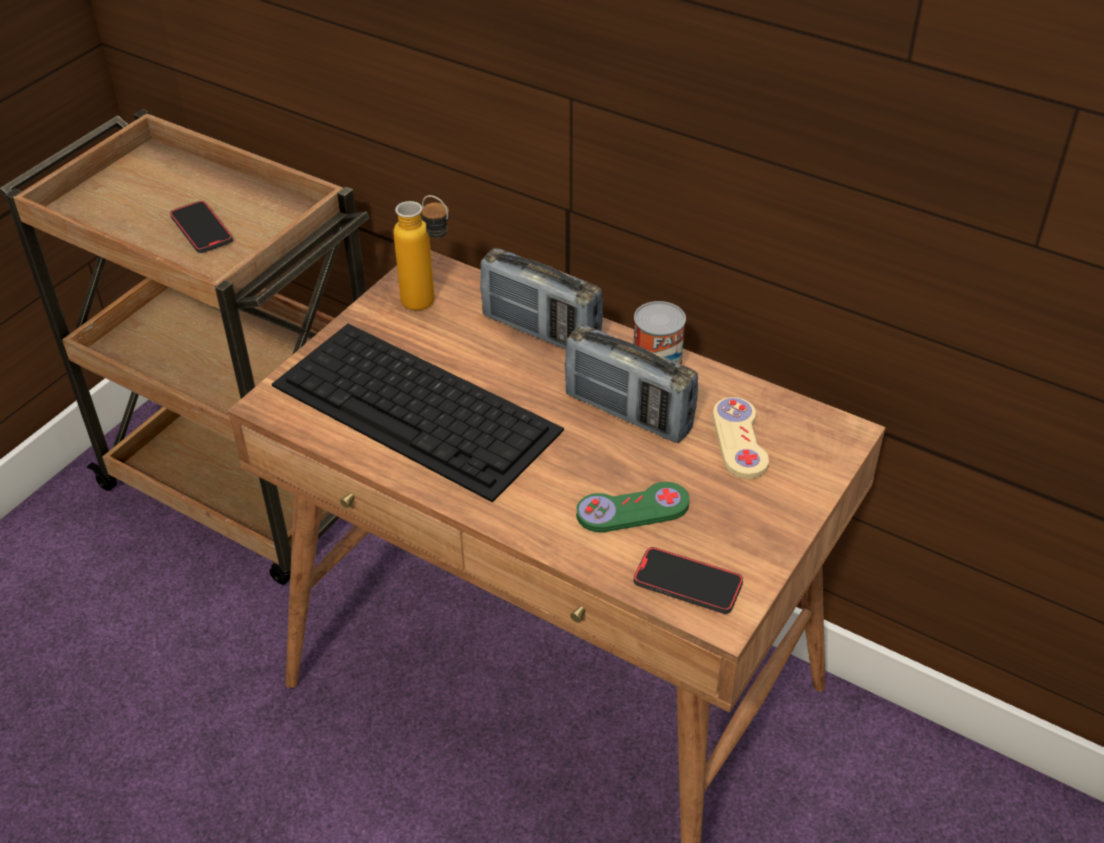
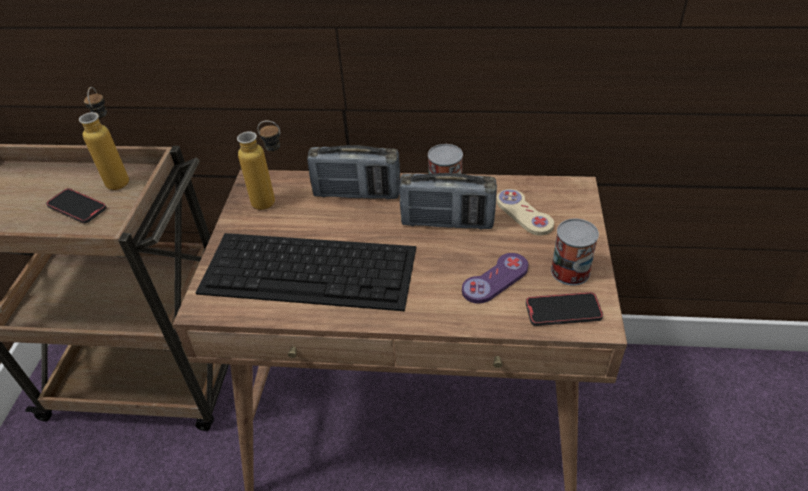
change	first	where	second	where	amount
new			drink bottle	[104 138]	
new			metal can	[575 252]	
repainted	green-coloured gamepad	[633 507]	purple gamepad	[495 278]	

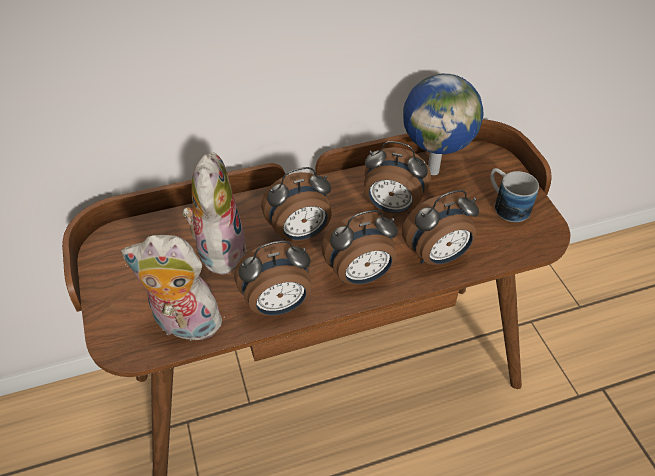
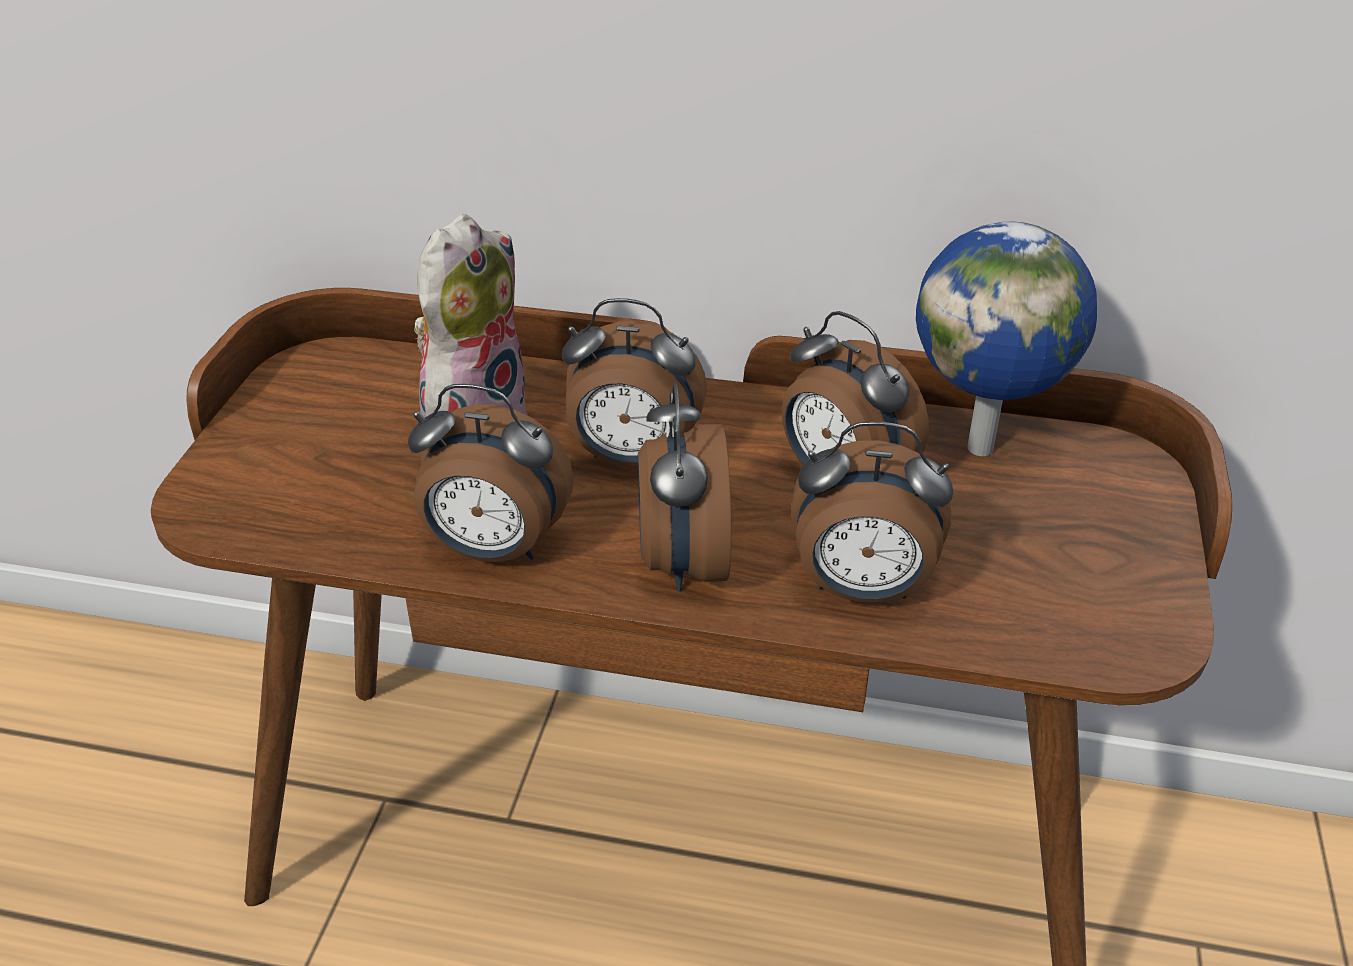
change	first	where	second	where	amount
gone	plush toy	[171 288]			
gone	coffee mug	[514 195]			
rotated	bedside clock	[359 247]		[685 487]	75 degrees clockwise

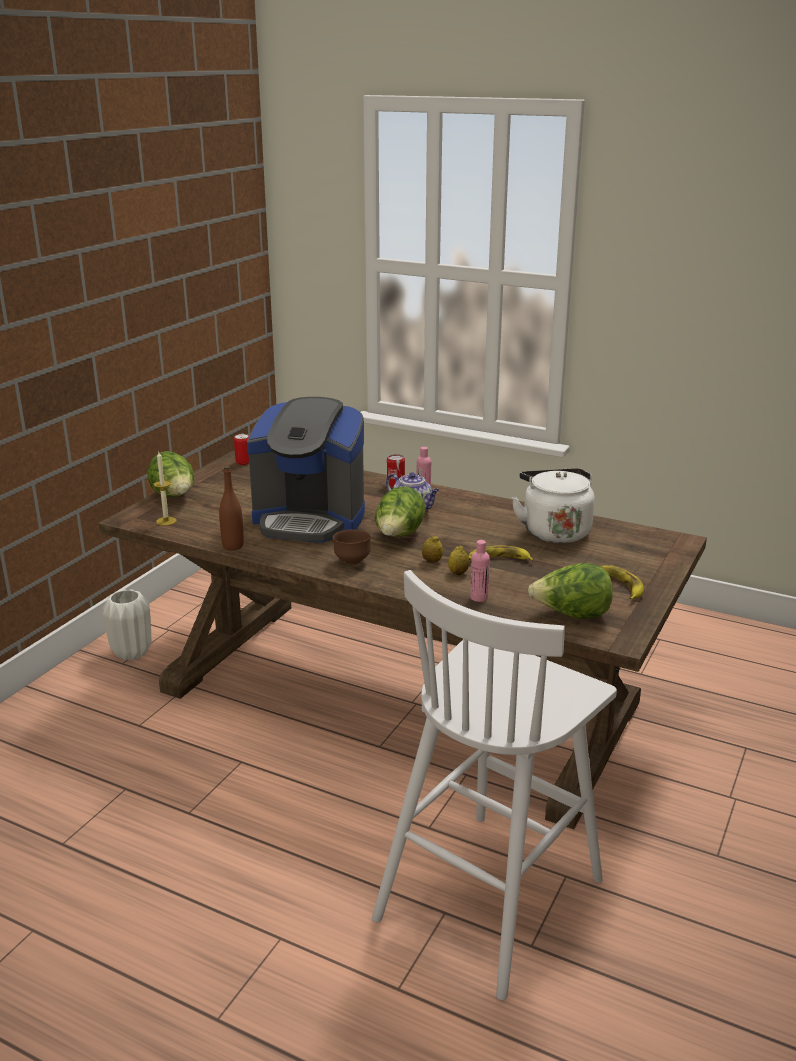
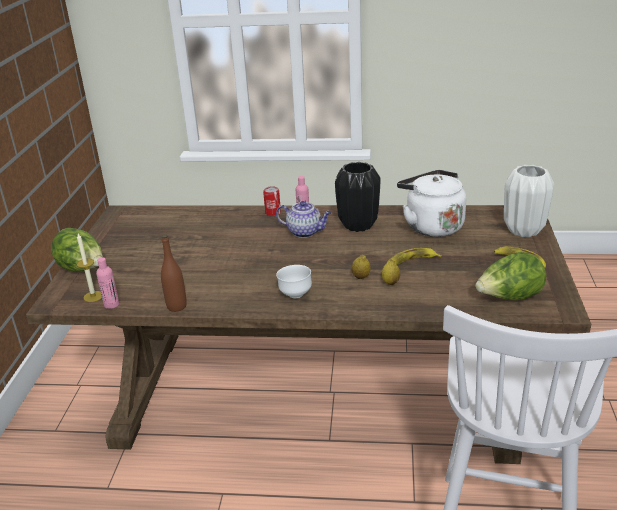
change	first	where	second	where	amount
gone	metal can	[241 449]			
gone	coffee machine	[306 470]			
gone	head of lettuce	[400 511]			
new			black decorative vase	[357 197]	
shifted	white decorative vase	[127 624]		[529 201]	
shifted	pink drink bottle	[480 571]		[107 283]	
repainted	brownish bowl	[352 547]	white bowl	[294 281]	

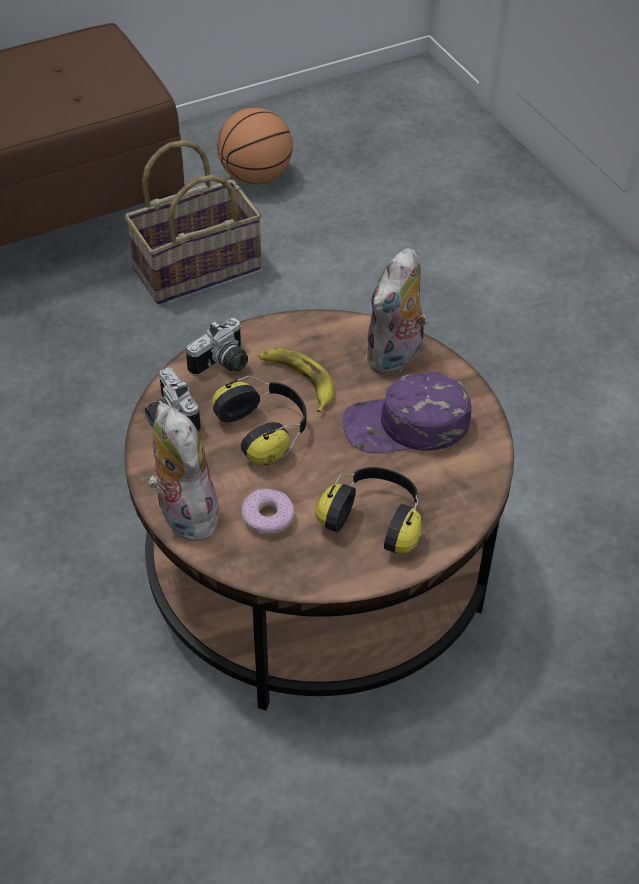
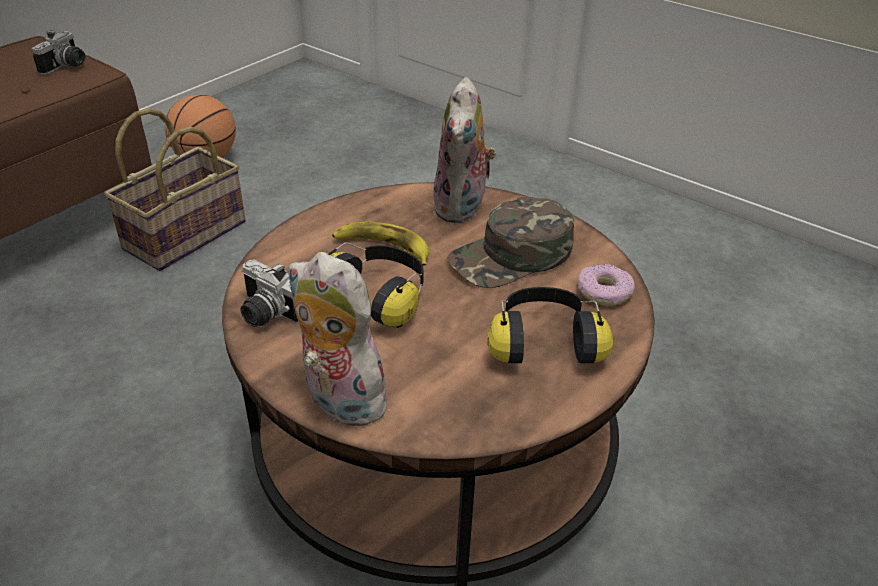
change	first	where	second	where	amount
shifted	still camera	[217 347]		[58 52]	
shifted	doughnut	[268 512]		[606 285]	
repainted	purple peaked cap	[406 412]	green-coloured peaked cap	[510 242]	

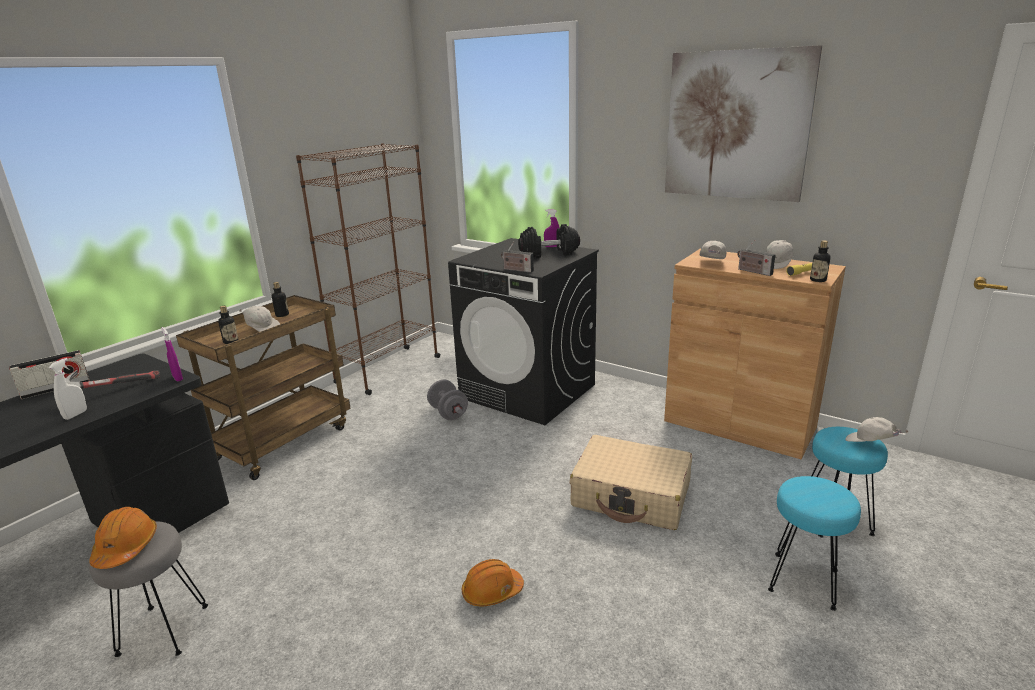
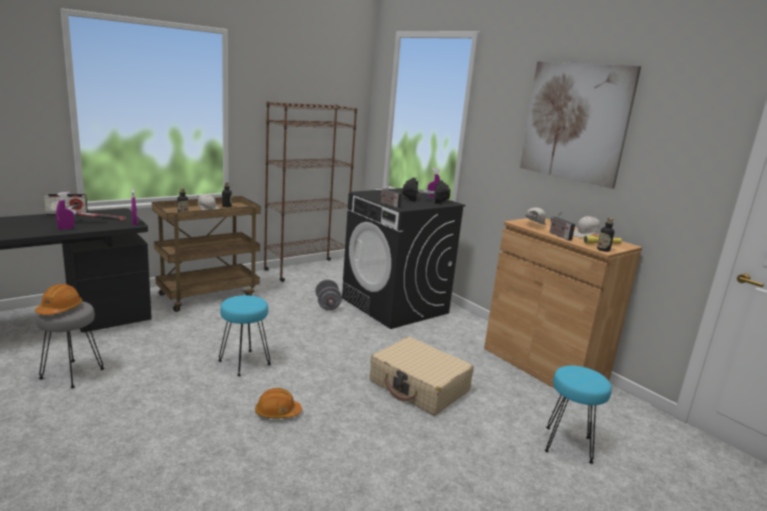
change	first	where	second	where	amount
gone	white peaked cap	[876 429]			
shifted	turquoise-coloured stool seat	[814 543]		[244 335]	
repainted	white sprayer	[68 389]	purple sprayer	[65 211]	

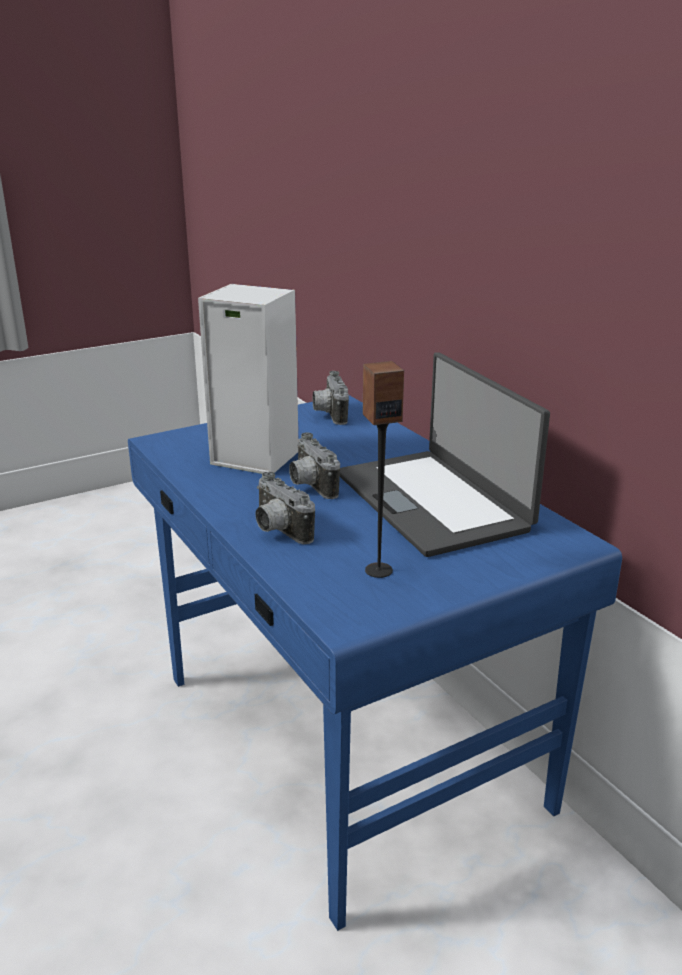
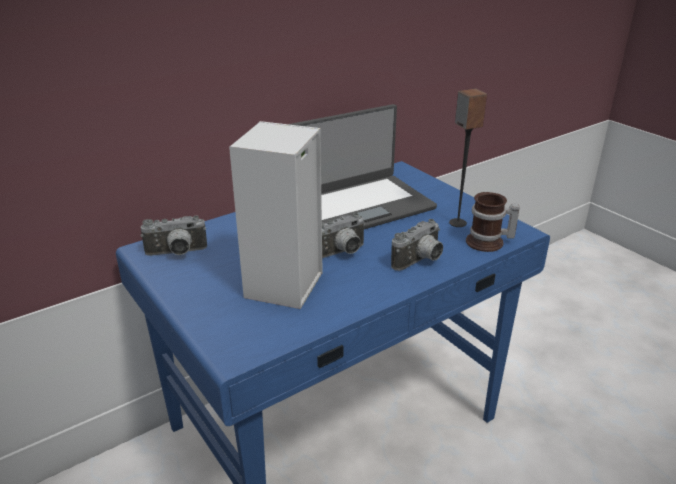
change	first	where	second	where	amount
new			coffee mug	[493 222]	

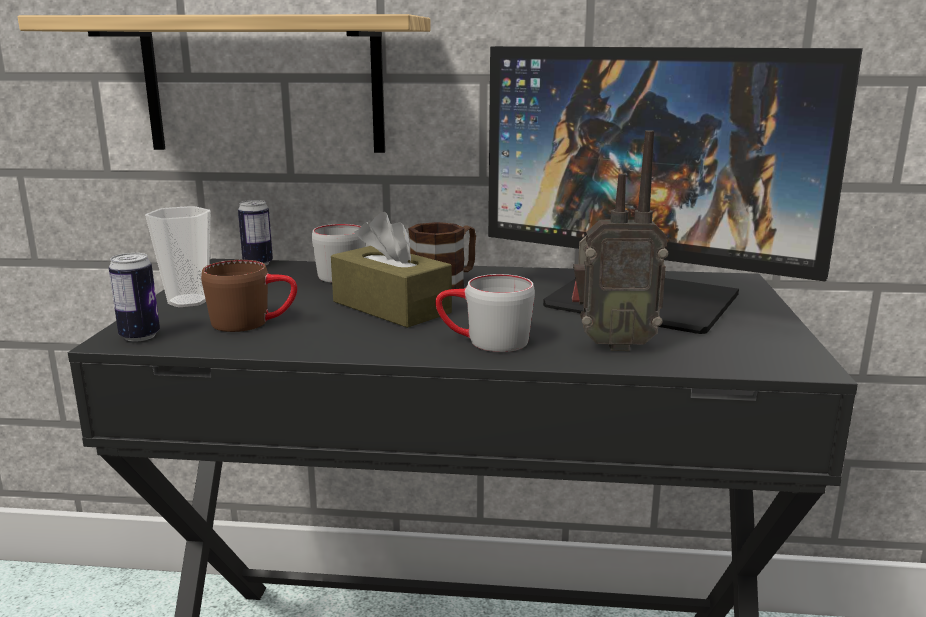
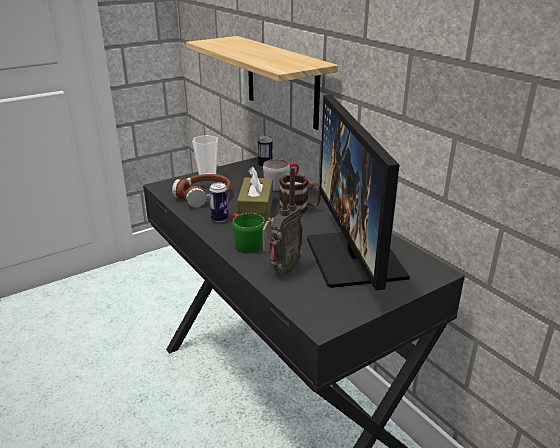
change	first	where	second	where	amount
shifted	metal can	[134 297]		[219 202]	
swapped	brownish coffee mug	[249 296]	brownish headset	[201 191]	
repainted	gray coffee mug	[485 313]	green-coloured coffee mug	[248 233]	
rotated	radio receiver	[620 240]		[282 220]	105 degrees counterclockwise

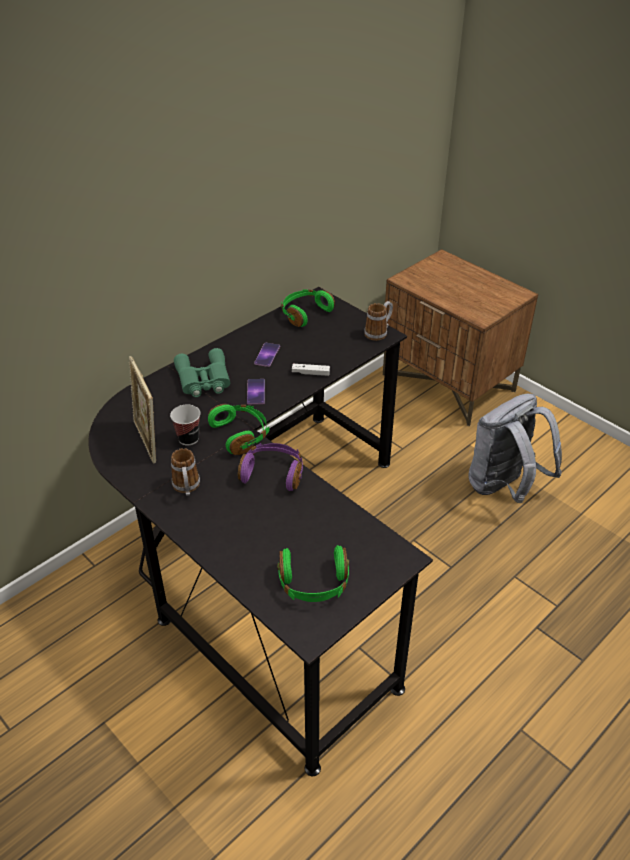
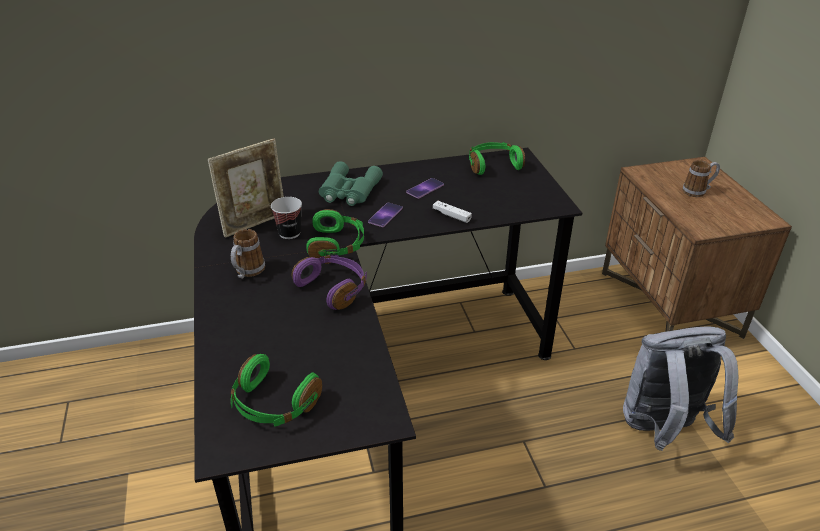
change	first	where	second	where	amount
shifted	coffee mug	[378 321]		[701 178]	
rotated	picture frame	[142 409]		[246 188]	135 degrees counterclockwise

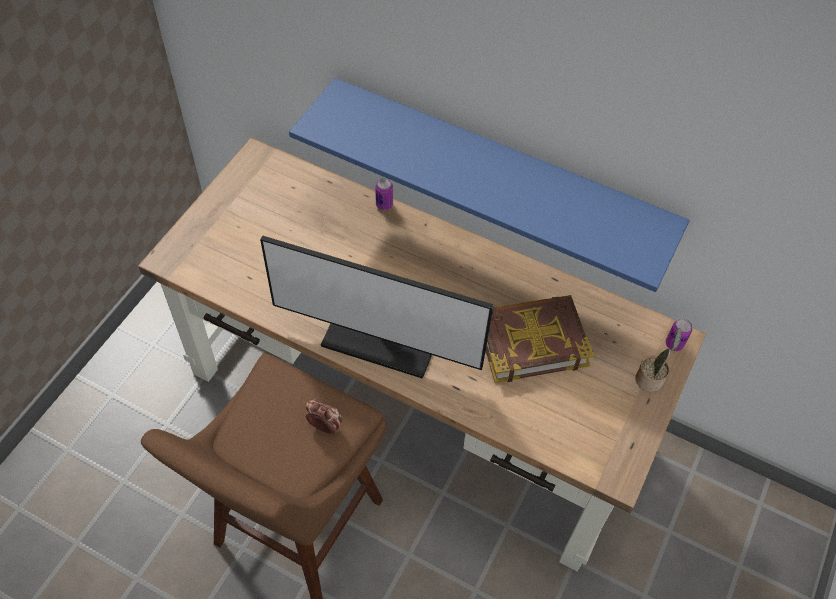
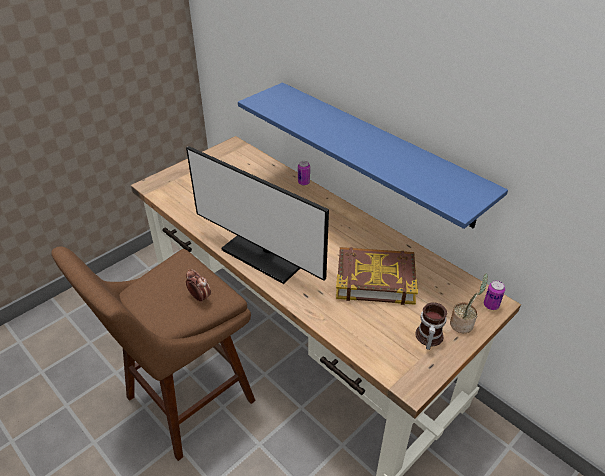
change	first	where	second	where	amount
new			coffee mug	[431 326]	

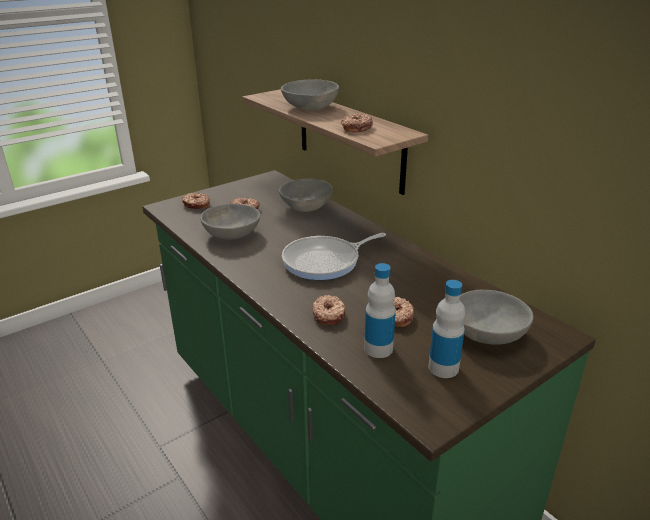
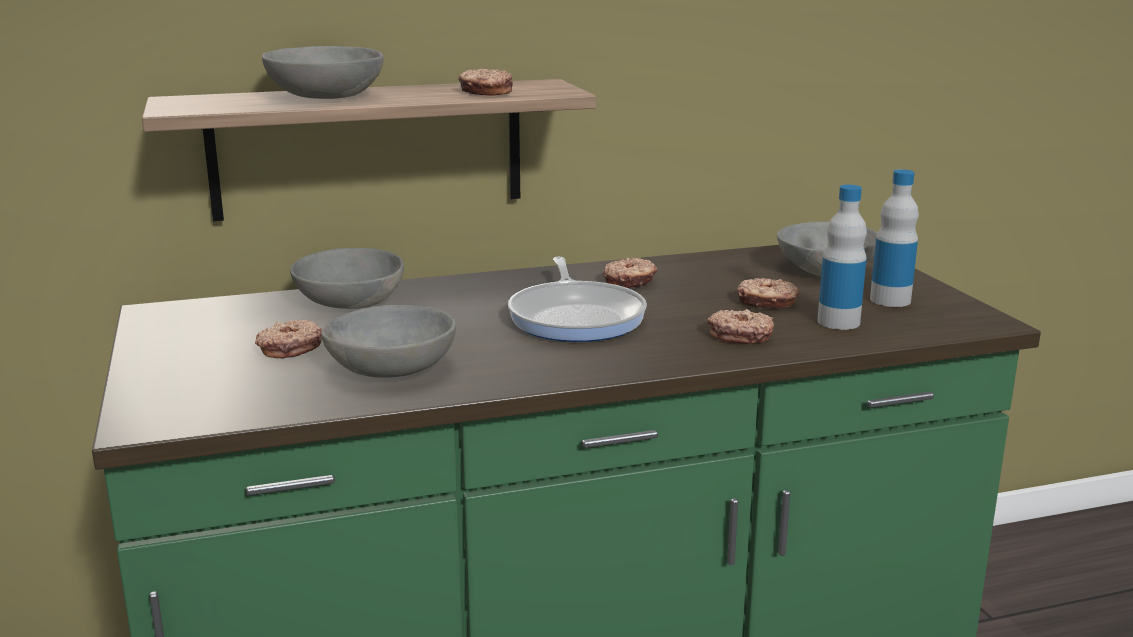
change	first	where	second	where	amount
shifted	doughnut	[196 201]		[630 272]	

